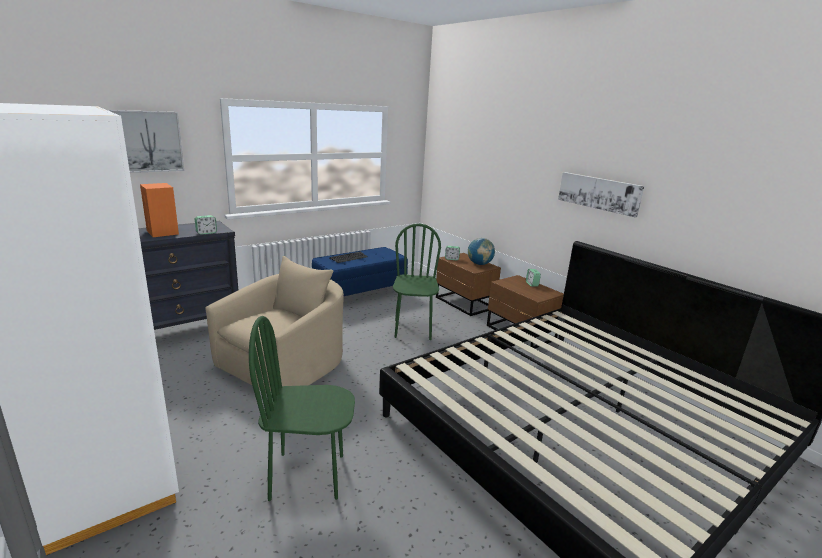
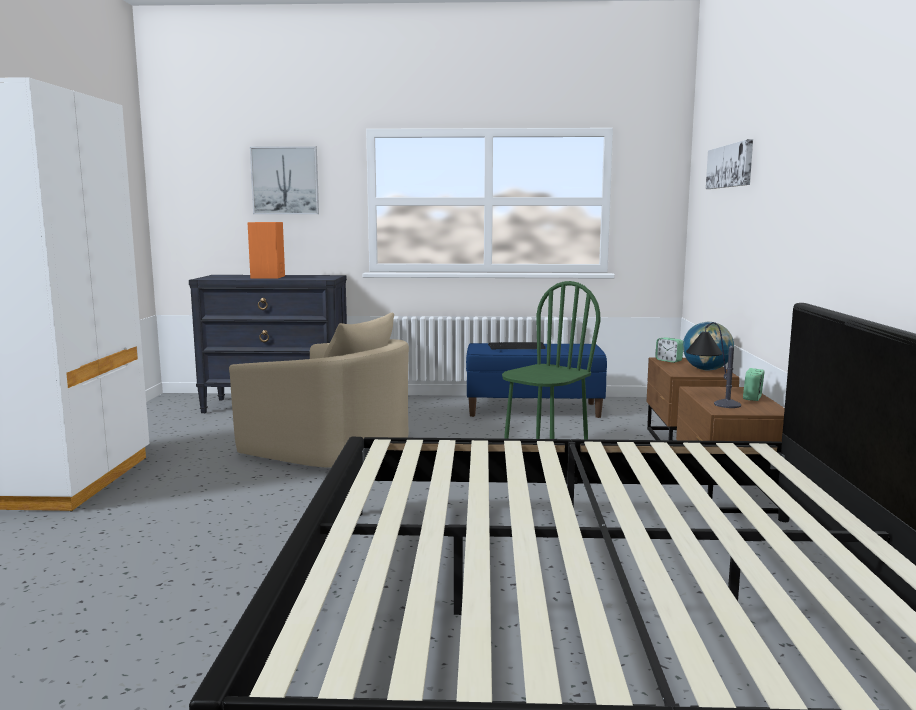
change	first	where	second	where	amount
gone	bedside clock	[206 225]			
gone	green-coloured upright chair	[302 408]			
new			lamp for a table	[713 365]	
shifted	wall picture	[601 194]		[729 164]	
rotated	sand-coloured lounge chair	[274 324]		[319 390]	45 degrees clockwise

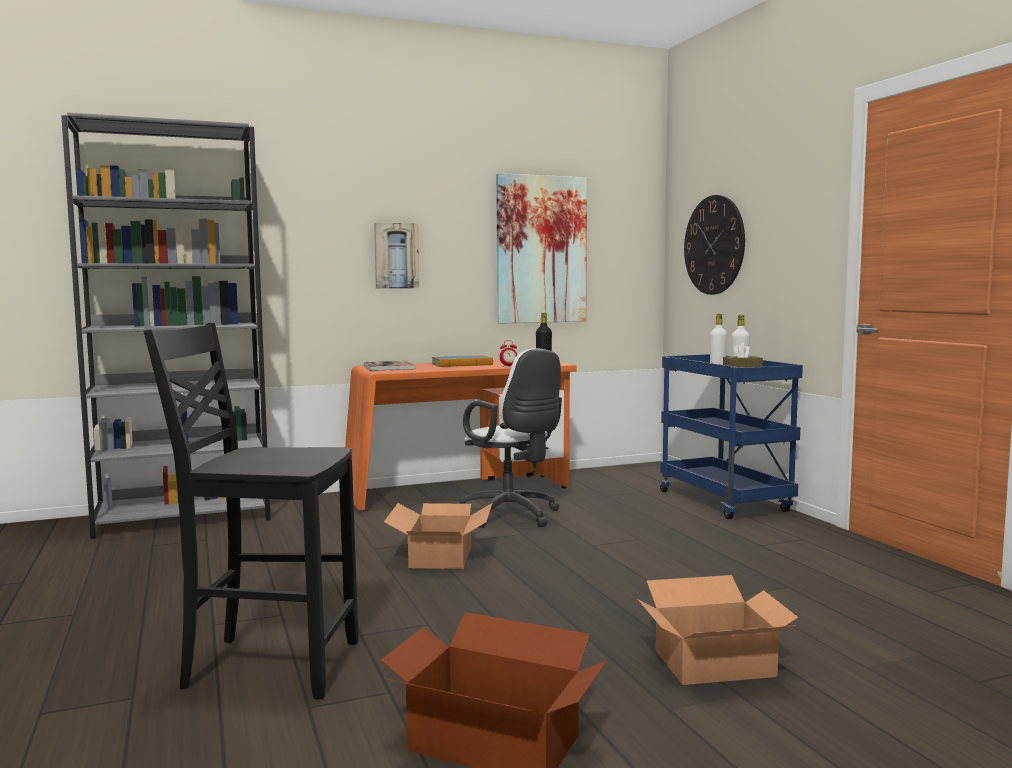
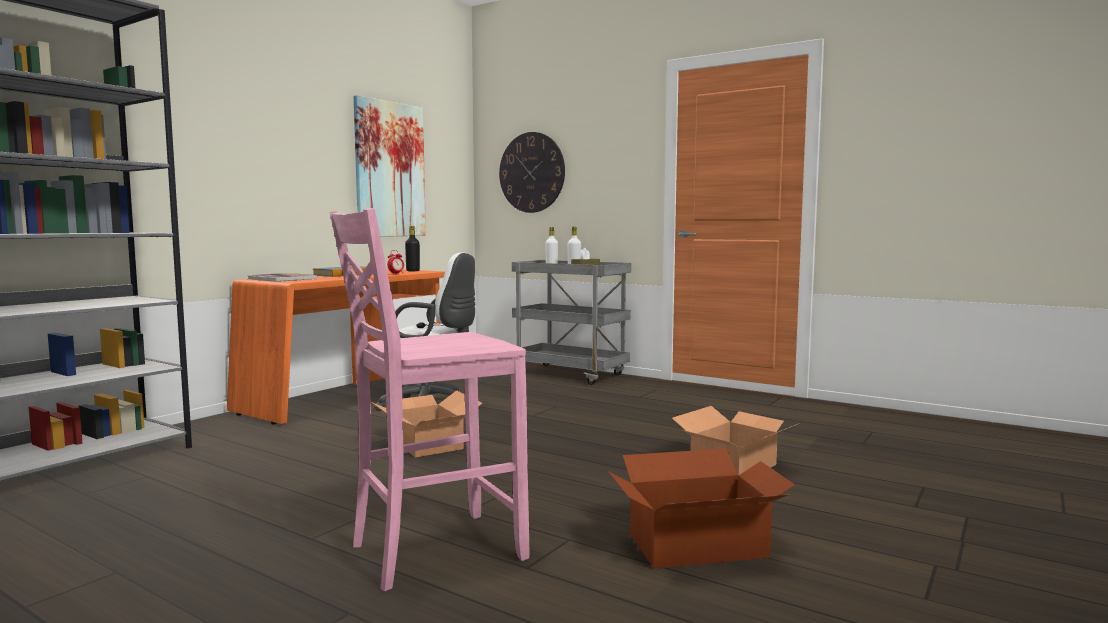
change	first	where	second	where	amount
gone	wall picture	[396 255]			
repainted	black upright chair	[251 511]	pink upright chair	[429 399]	
repainted	bluish trolley	[731 436]	gray trolley	[571 322]	

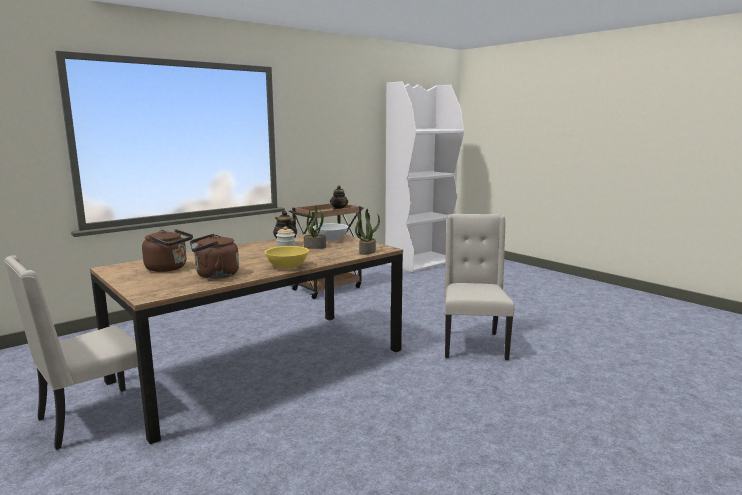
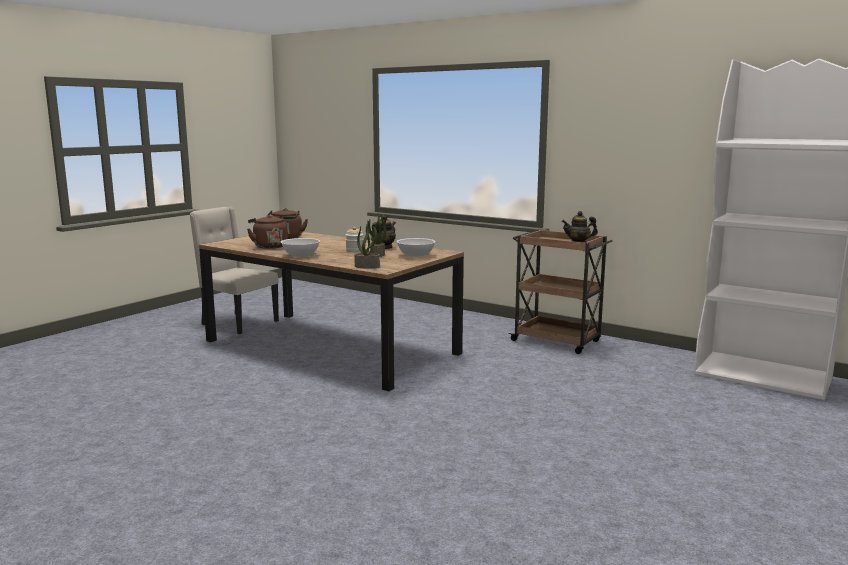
change	first	where	second	where	amount
gone	sand-coloured upright chair	[479 287]			
repainted	yellow bowl	[286 257]	white bowl	[300 247]	

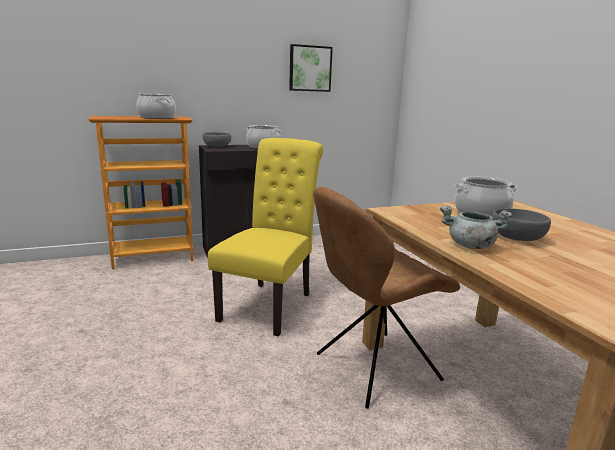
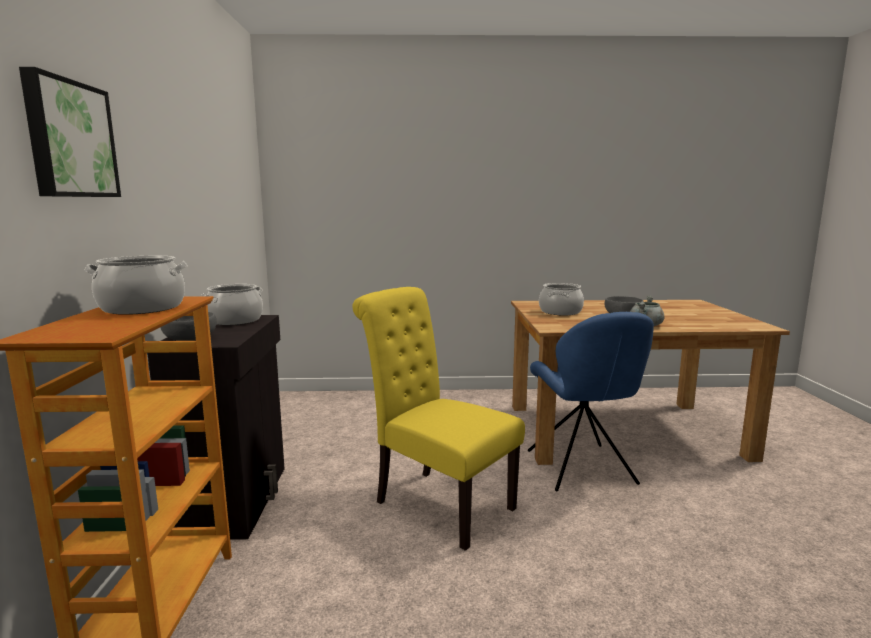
change	first	where	second	where	amount
shifted	wall picture	[311 68]		[70 132]	
repainted	brownish upright chair	[386 298]	bluish upright chair	[591 402]	

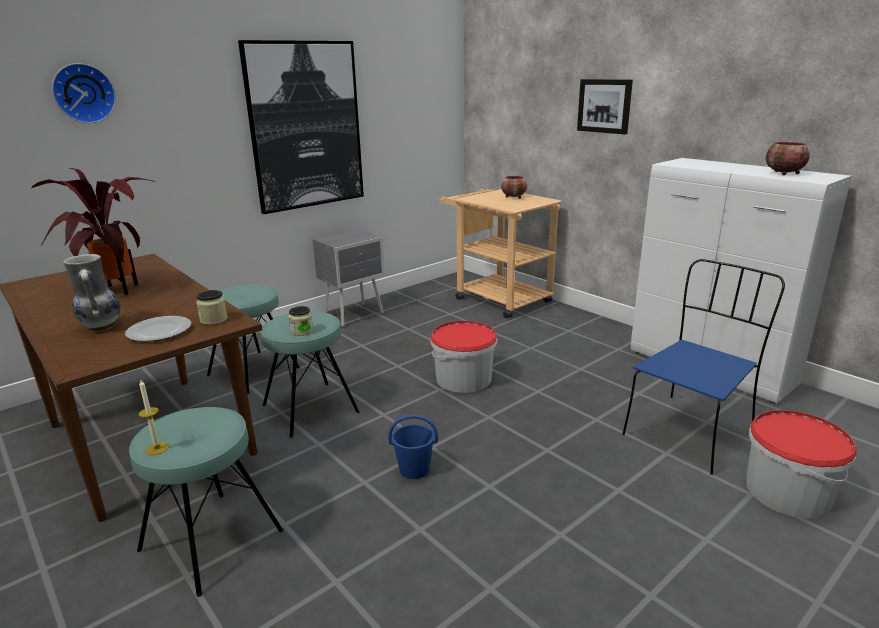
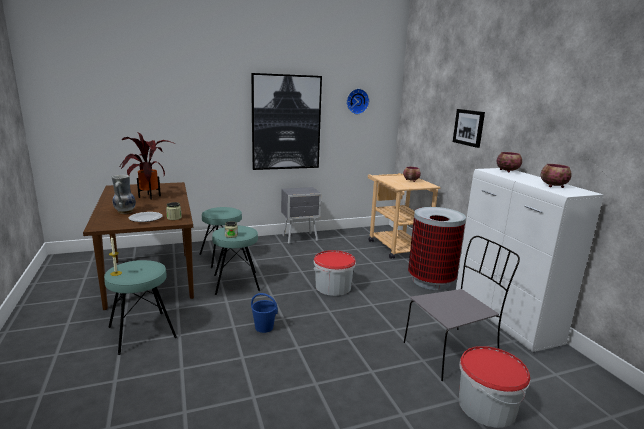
change	first	where	second	where	amount
new			trash can	[437 248]	
new			bowl	[509 162]	
shifted	wall clock	[84 93]		[358 101]	
repainted	bluish upright chair	[703 367]	gray upright chair	[462 308]	

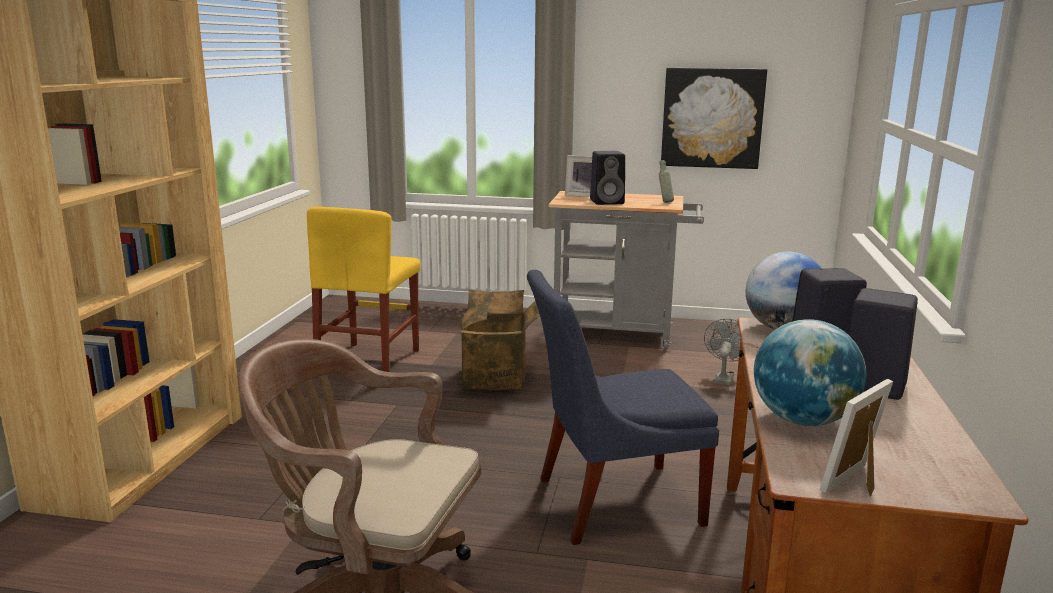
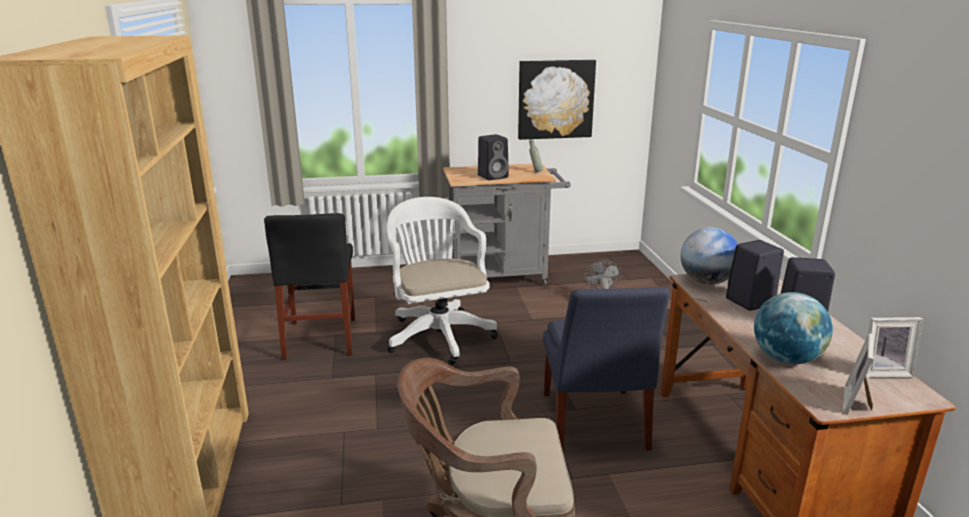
change	first	where	second	where	amount
shifted	picture frame	[578 176]		[894 347]	
swapped	cardboard box	[499 339]	white desk chair	[442 281]	
repainted	yellow upright chair	[364 289]	black upright chair	[309 286]	
rotated	bluish upright chair	[623 407]		[606 369]	60 degrees counterclockwise

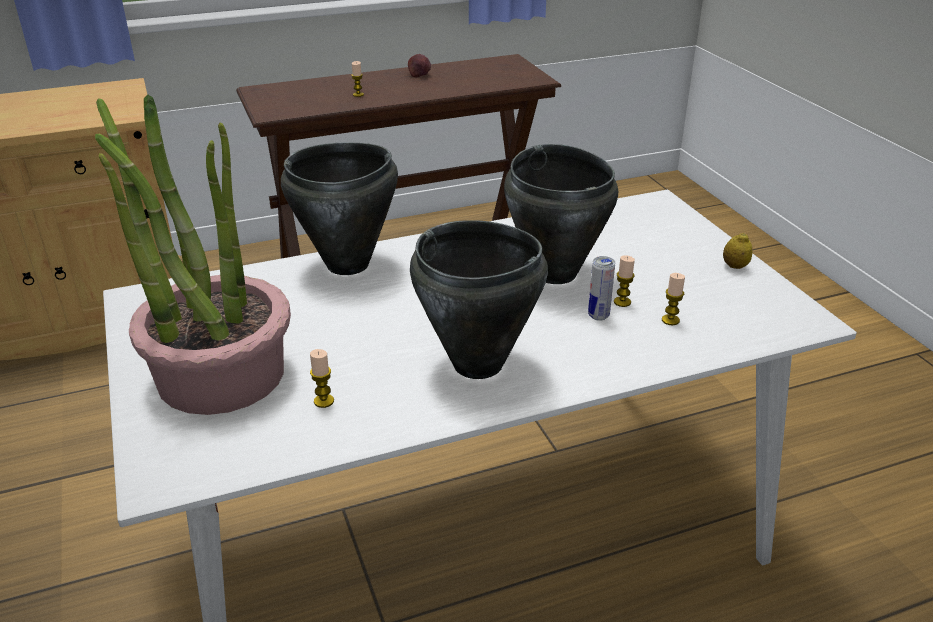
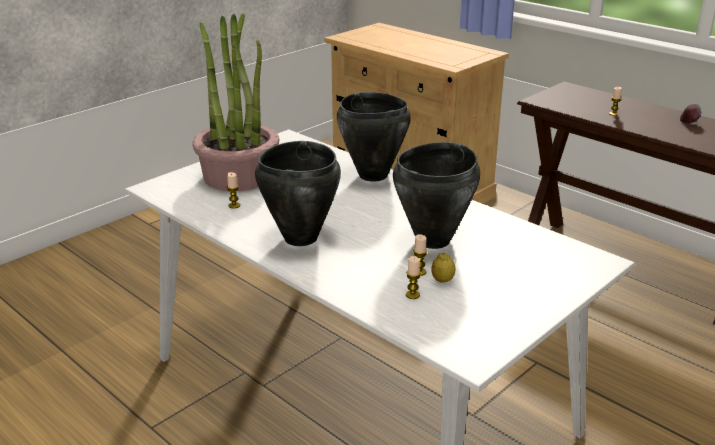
change	first	where	second	where	amount
gone	metal can	[601 288]			
shifted	whole lemon	[737 251]		[443 267]	

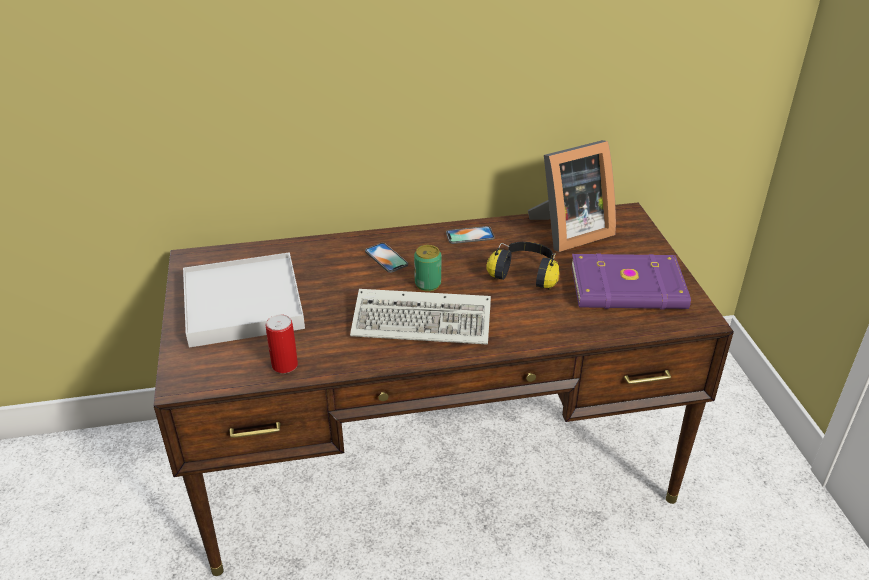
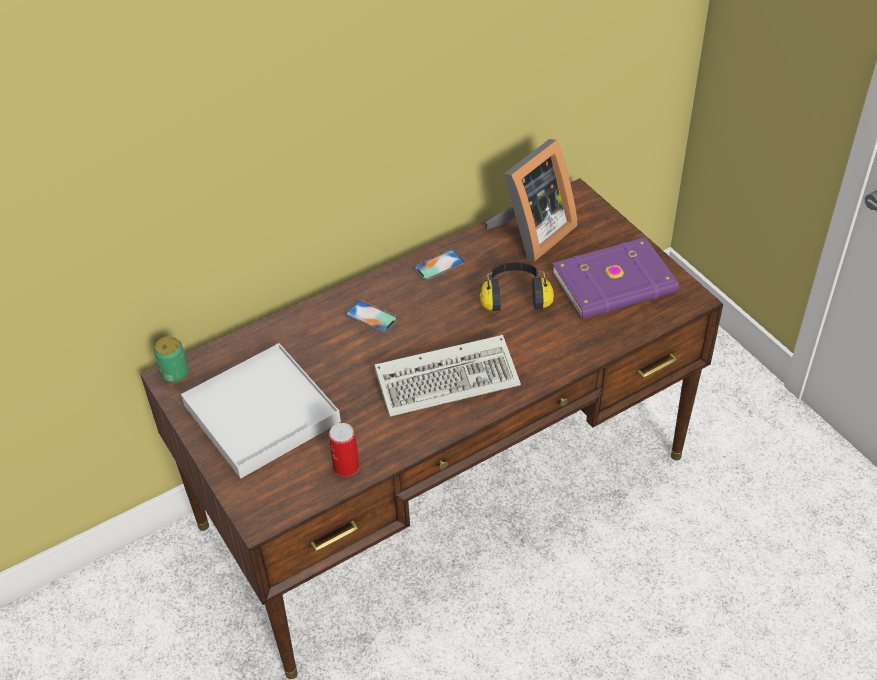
change	first	where	second	where	amount
shifted	metal can	[427 268]		[171 359]	

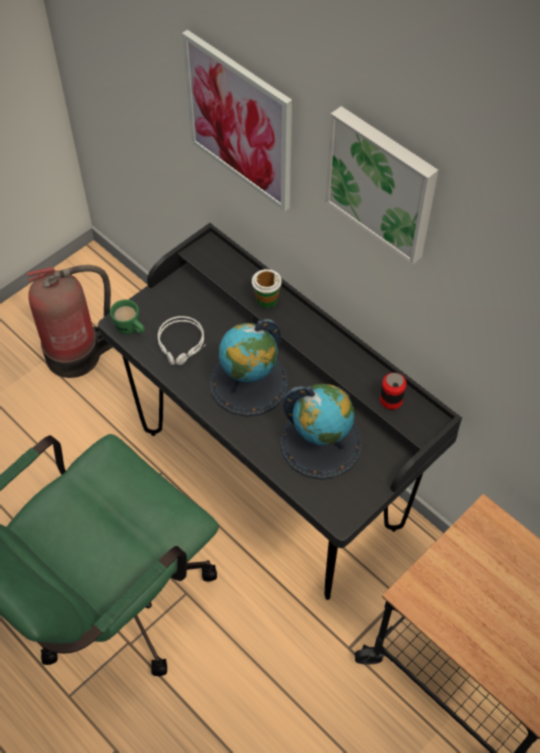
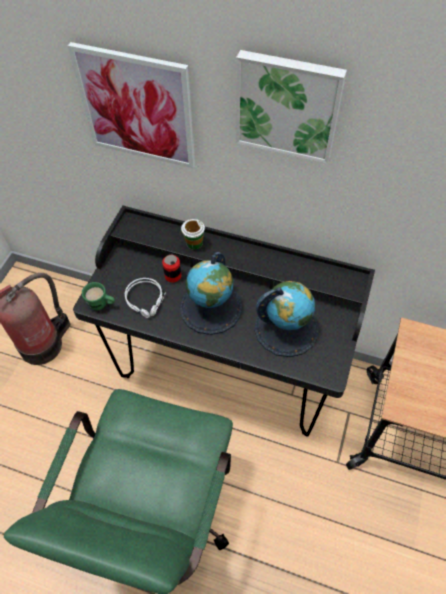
change	first	where	second	where	amount
shifted	metal can	[393 391]		[171 268]	

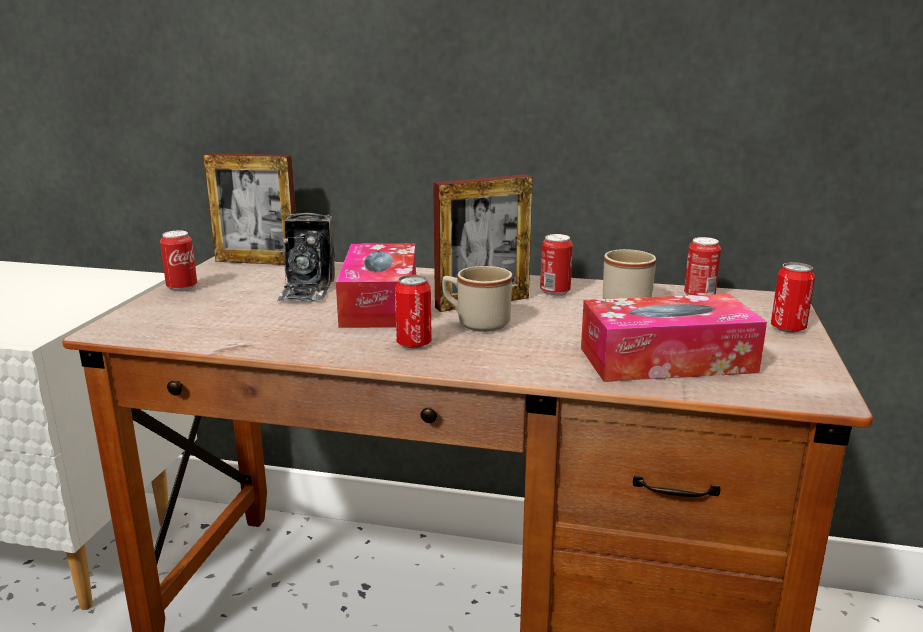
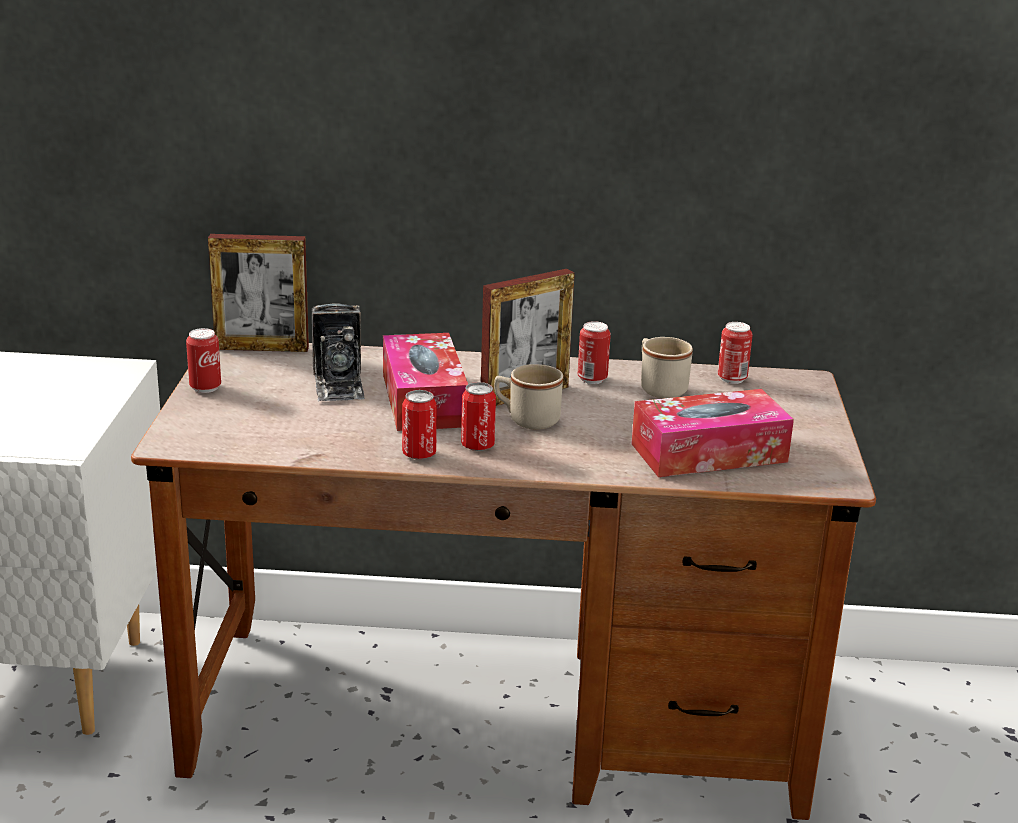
change	first	where	second	where	amount
shifted	metal can	[793 297]		[419 425]	

